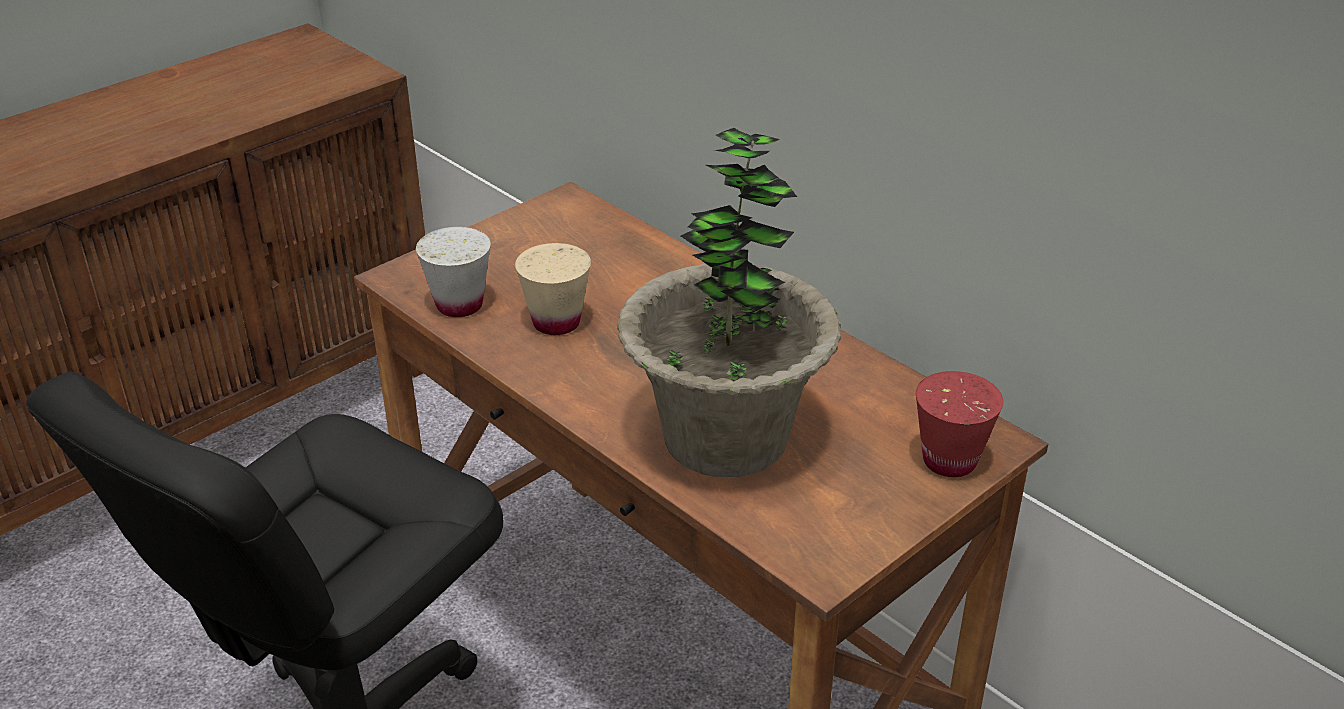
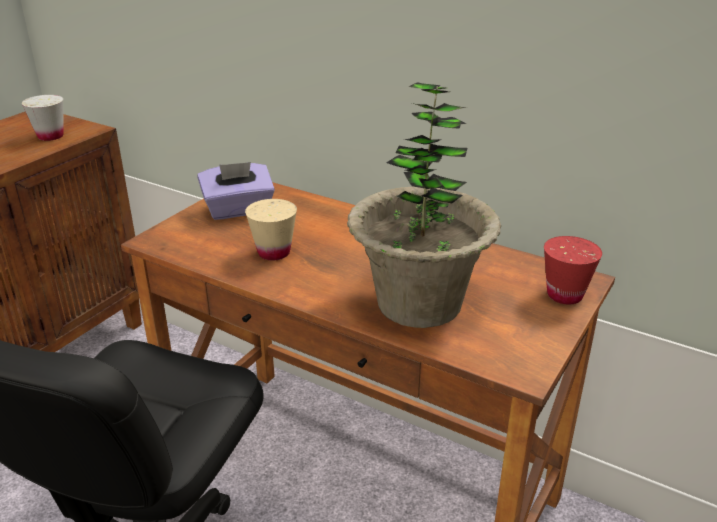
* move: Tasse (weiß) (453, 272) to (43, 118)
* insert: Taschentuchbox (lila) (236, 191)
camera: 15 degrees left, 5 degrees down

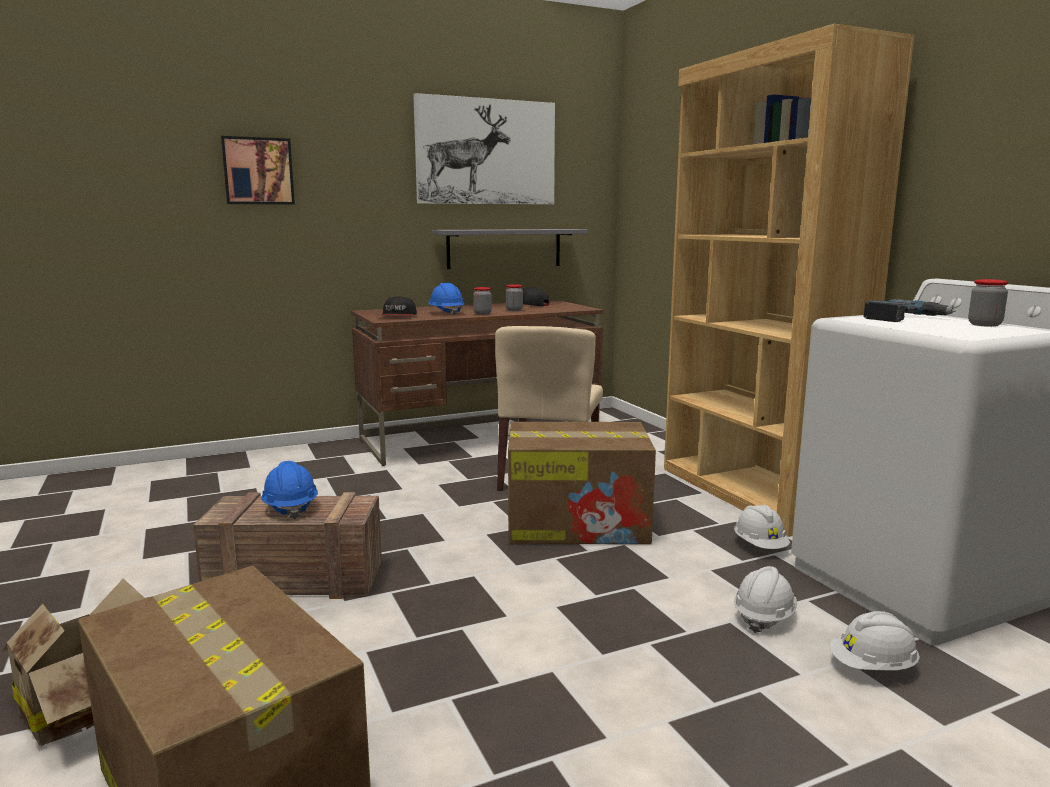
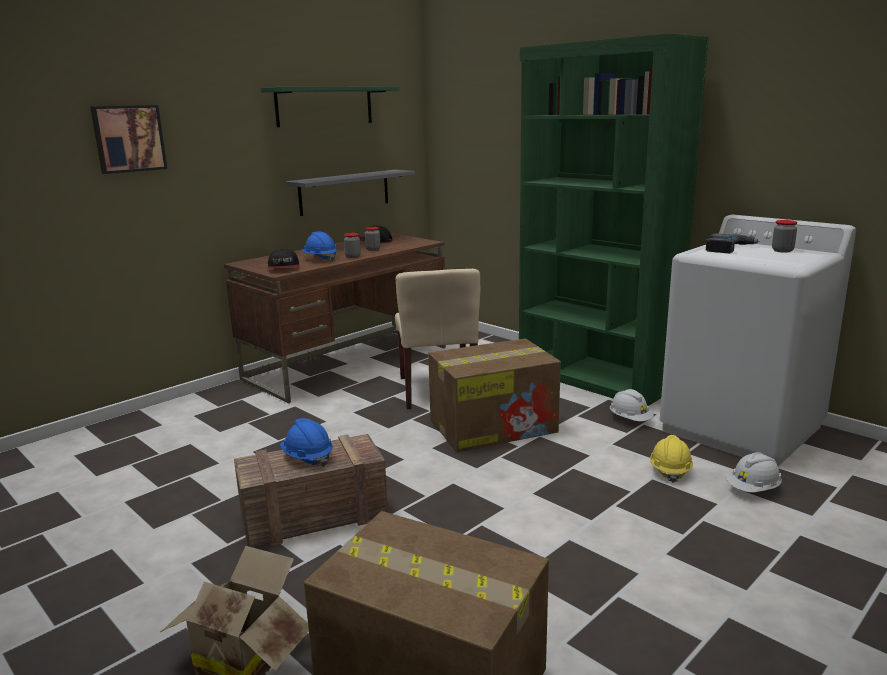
* replace: Bild (484, 149) to Wandregal (grün) (330, 106)
* recolor: Bücherregal (braun) (789, 280) to Bücherregal (grün) (614, 219)
* recolor: Schutzhelm (weiß) (765, 599) to Schutzhelm (gelb) (671, 459)
camera: 20 degrees left, 5 degrees up

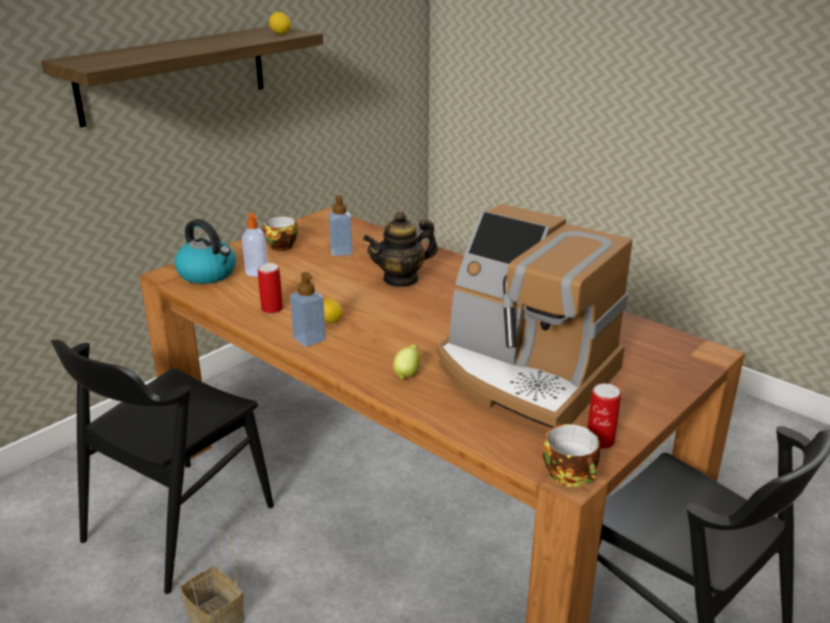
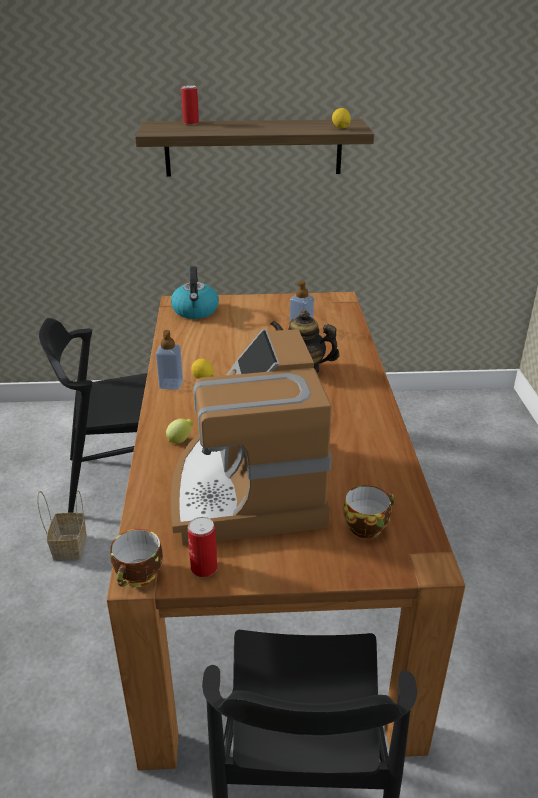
* move: Dose (270, 288) to (190, 105)
* move: Tasse (280, 233) to (369, 511)
* delete: Seifenspender (255, 245)
camera: 45 degrees right, 5 degrees up

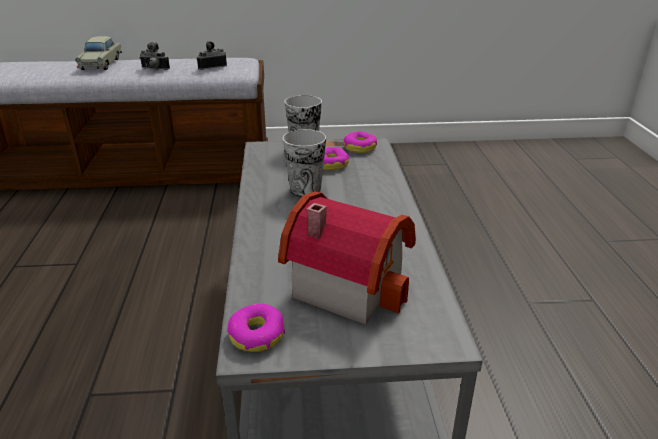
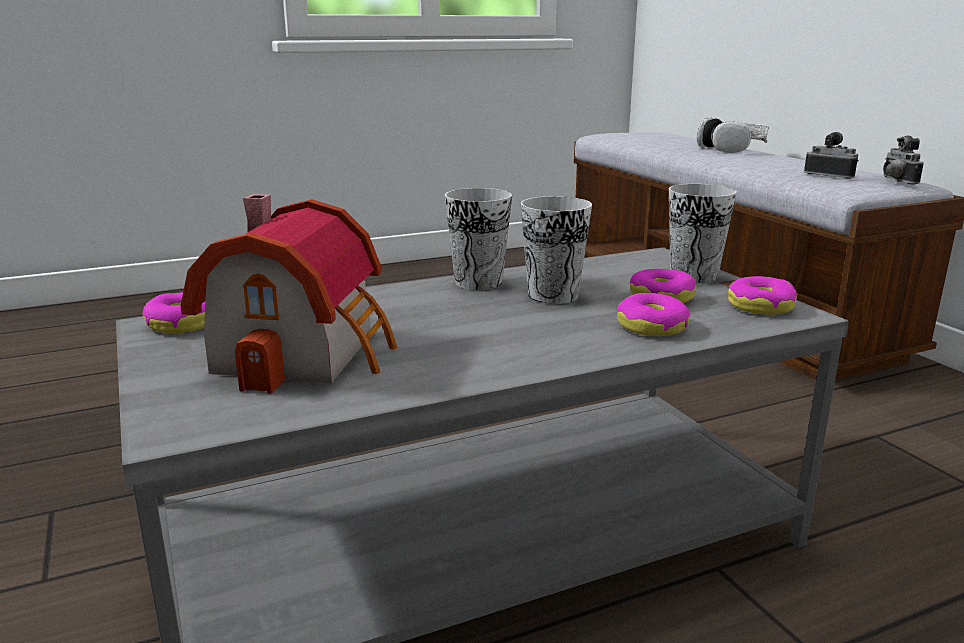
* insert: Tasse (478, 239)
* insert: Donut (653, 314)
* replace: Spielzeugauto (beige) (98, 53) to Kopfhörer (733, 135)
* move: Kamera (154, 56) to (903, 160)
camera: 70 degrees right, 10 degrees down

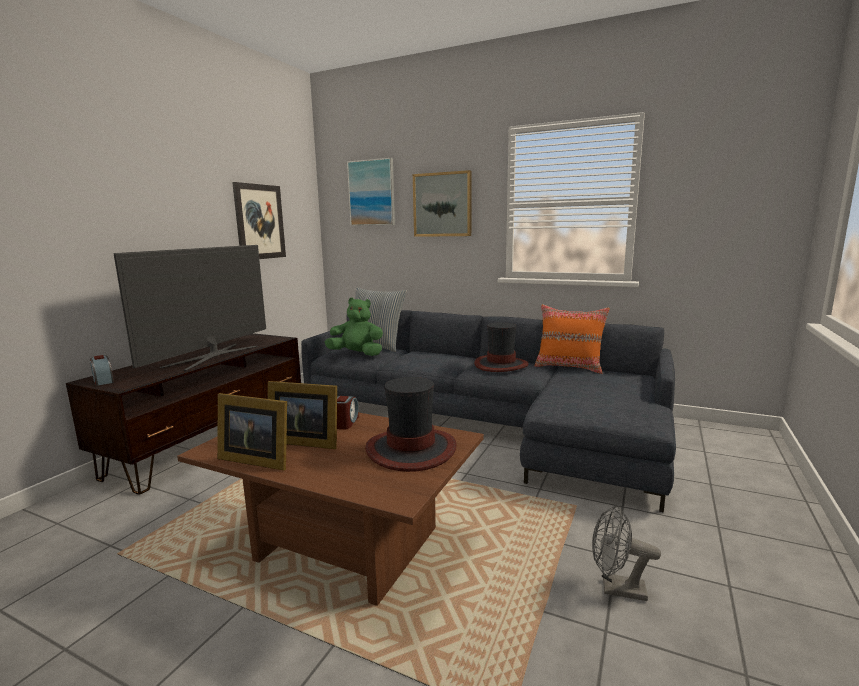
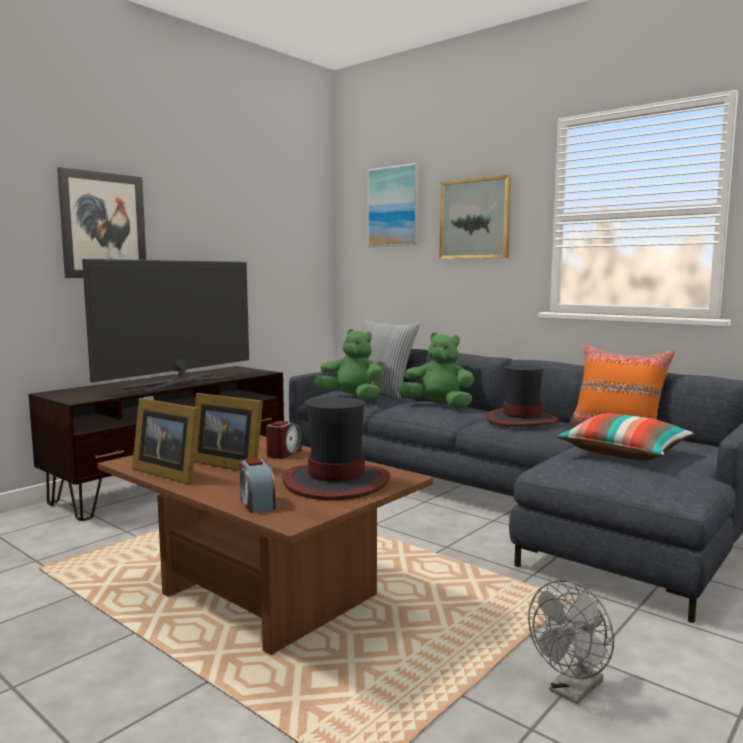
* move: Bild (259, 220) to (101, 222)
* move: Wecker (102, 370) to (257, 485)
* insert: Plüschtier (grün) (436, 370)
* rotate: Ventilator (grau) (626, 553) = (571, 642) 75 degrees counterclockwise
* insert: Kissen (625, 437)
camera: 15 degrees right, 5 degrees down

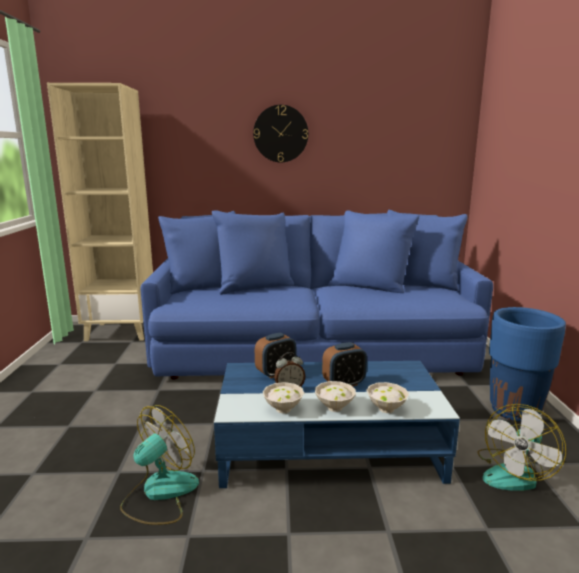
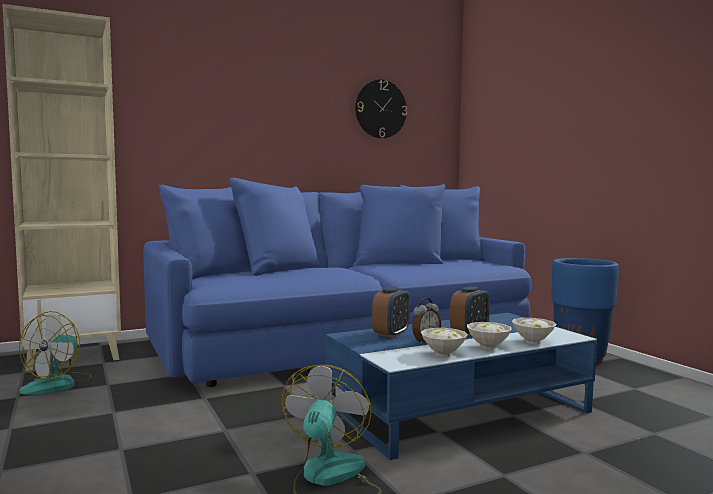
* move: Ventilator (521, 447) to (55, 353)
* move: Wanduhr (280, 133) to (381, 109)
camera: 25 degrees left, 10 degrees down

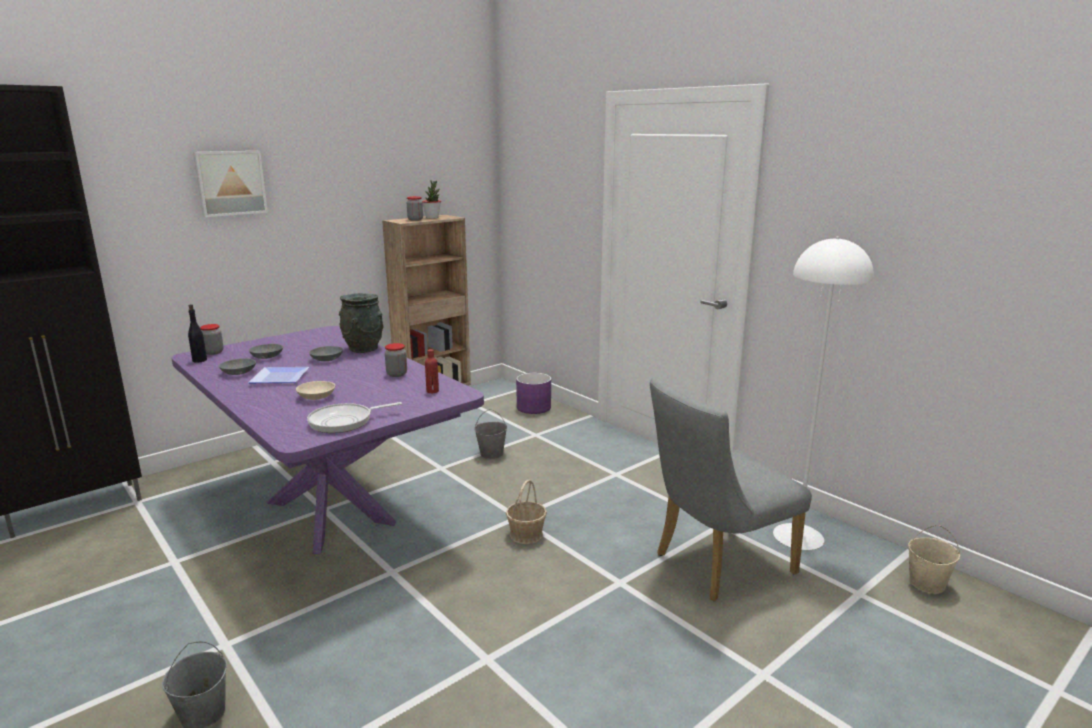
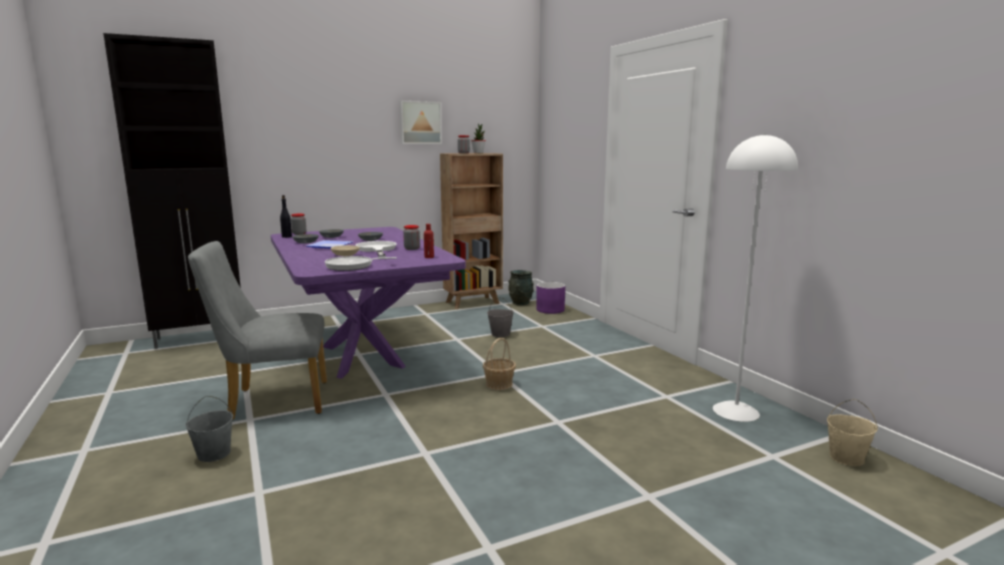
* move: Stuhl (grau) (731, 489) to (257, 330)
* insert: Pfanne (weiß) (376, 249)
* move: Bild (230, 184) to (420, 122)
* move: Vase (grau) (361, 323) to (521, 287)
camera: 15 degrees right, 5 degrees down

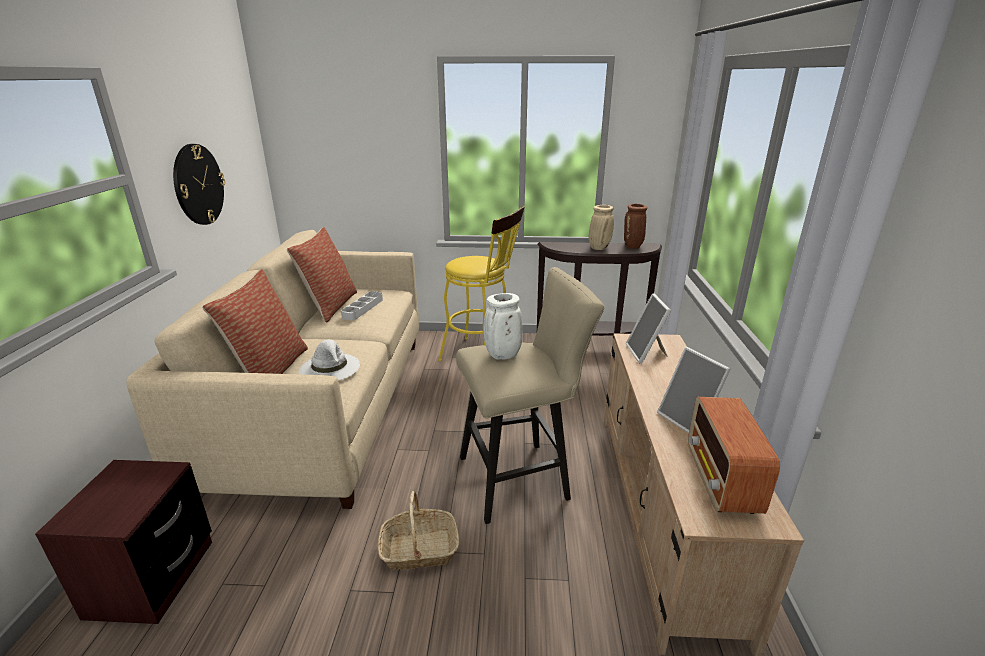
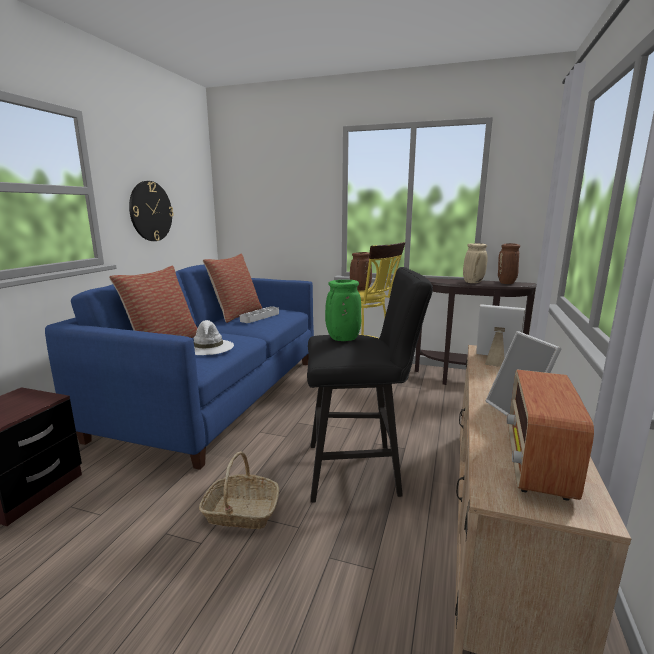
* recolor: Sofa (beige) (272, 369) to Sofa (blau) (179, 367)
* recolor: Hocker (beige) (530, 395) to Hocker (schwarz) (370, 385)
* recolor: Vase (weiß) (502, 326) to Vase (grün) (343, 310)
* insert: Vase (braun) (361, 271)
* rotate: Bilderrahmen (648, 328) = (501, 335) 105 degrees clockwise
camera: 15 degrees right, 10 degrees down

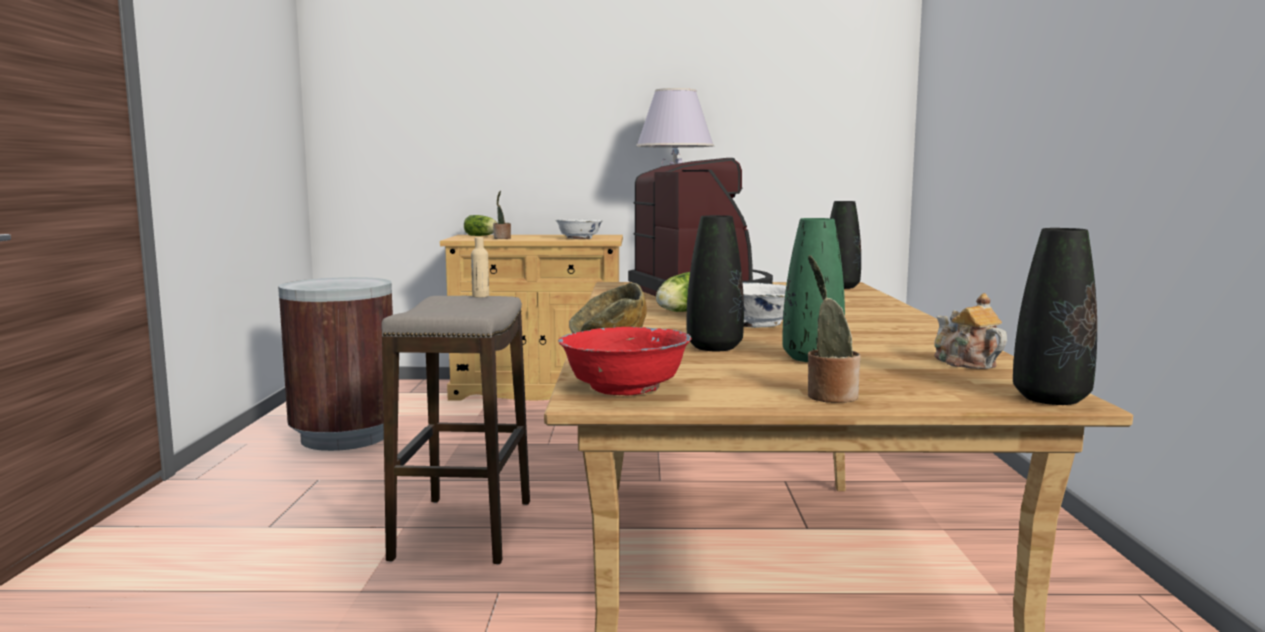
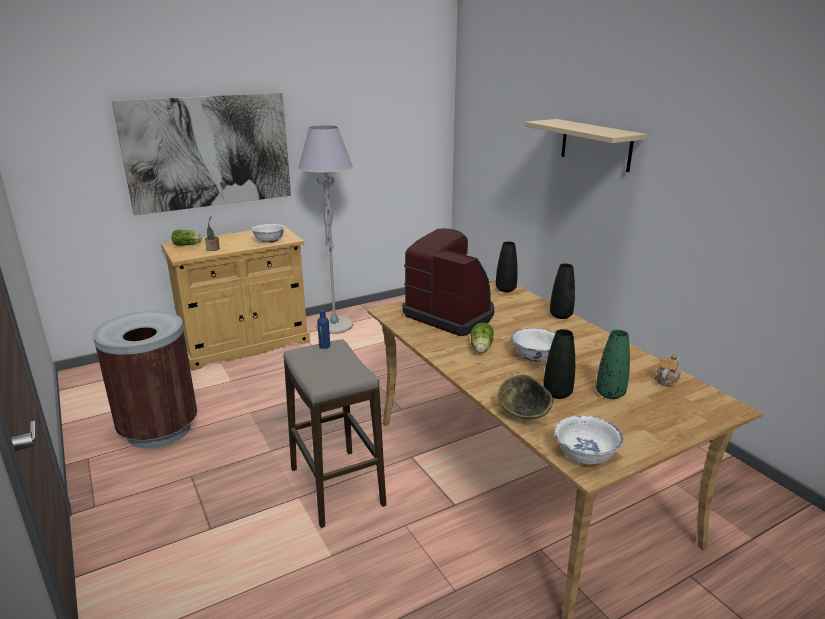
* insert: Bild (201, 154)
* recolor: Flasche (beige) (480, 267) to Flasche (blau) (323, 329)
* insert: Wandregal (beige) (586, 145)
* move: Vase (schwarz) (1055, 316) to (562, 291)
* recolor: Schüssel (rot) (625, 361) to Schüssel (weiß) (588, 440)
* rotate: Teekanne (970, 331) = (668, 370) 90 degrees clockwise
* delete: Topfpflanze (834, 329)
camera: 30 degrees left, 15 degrees up

